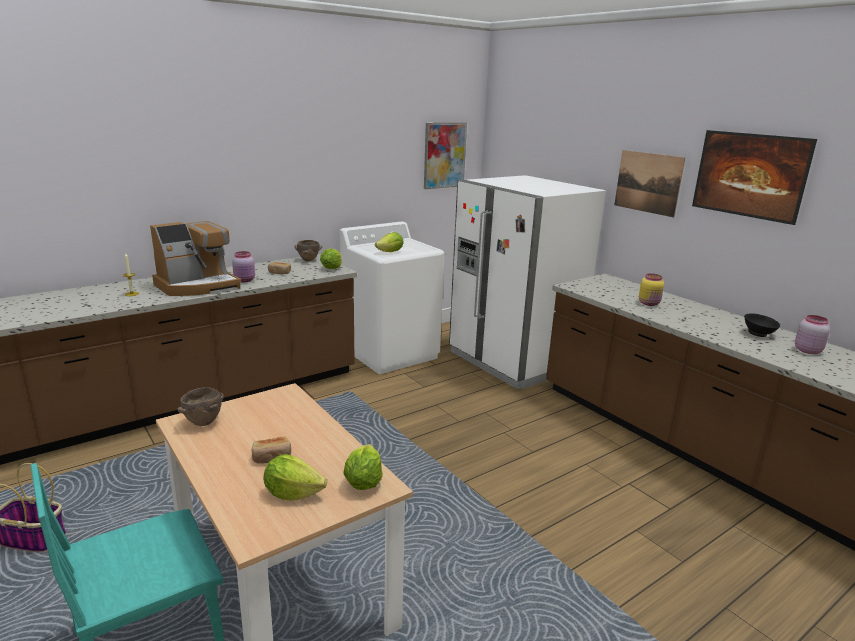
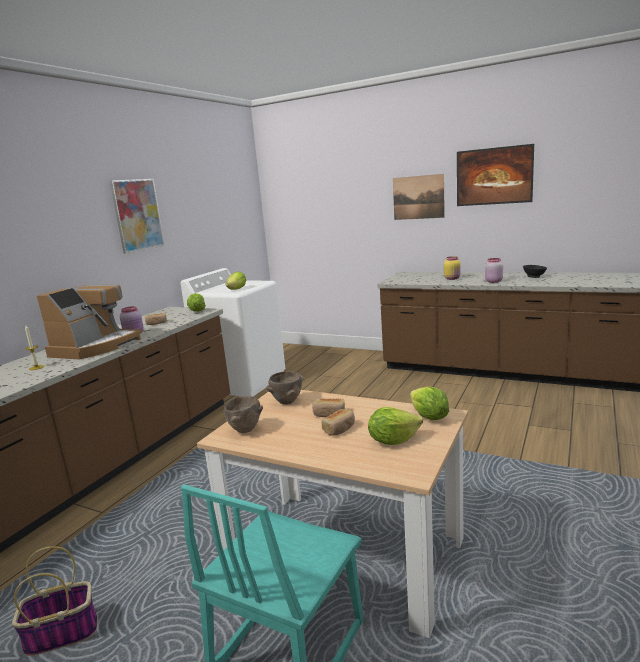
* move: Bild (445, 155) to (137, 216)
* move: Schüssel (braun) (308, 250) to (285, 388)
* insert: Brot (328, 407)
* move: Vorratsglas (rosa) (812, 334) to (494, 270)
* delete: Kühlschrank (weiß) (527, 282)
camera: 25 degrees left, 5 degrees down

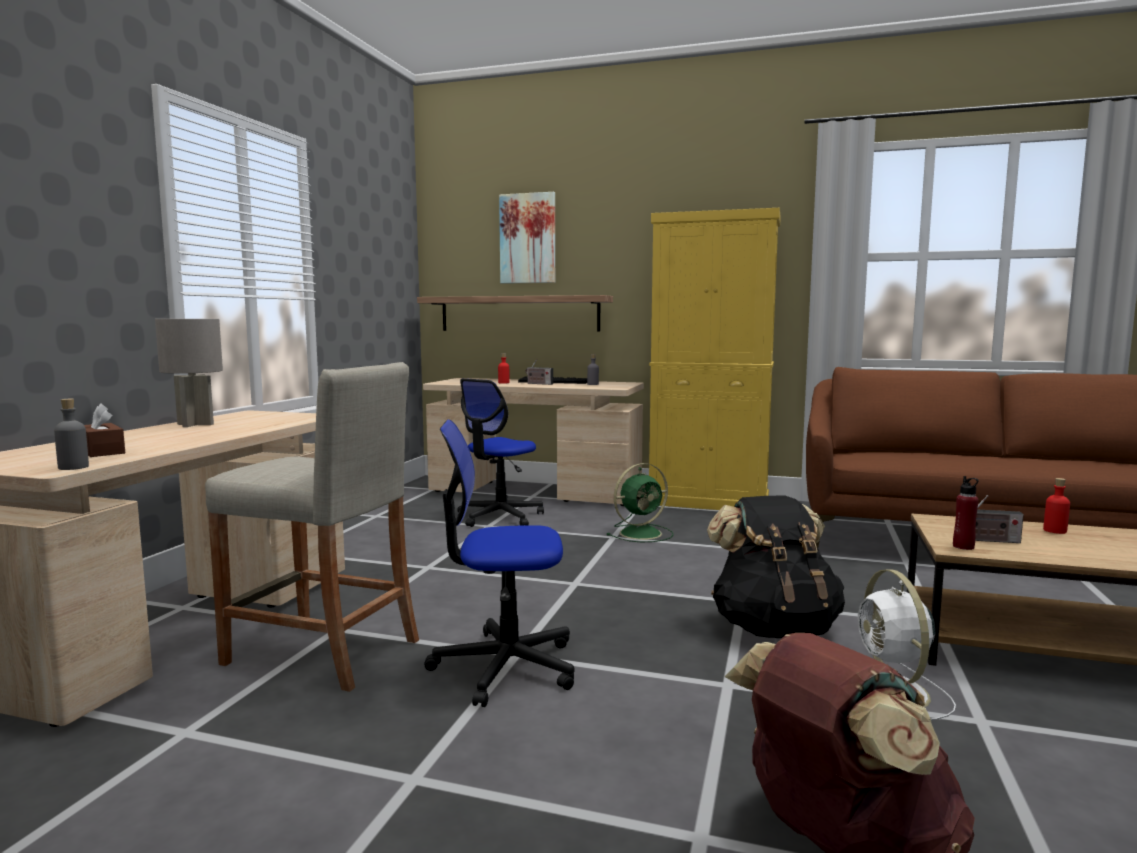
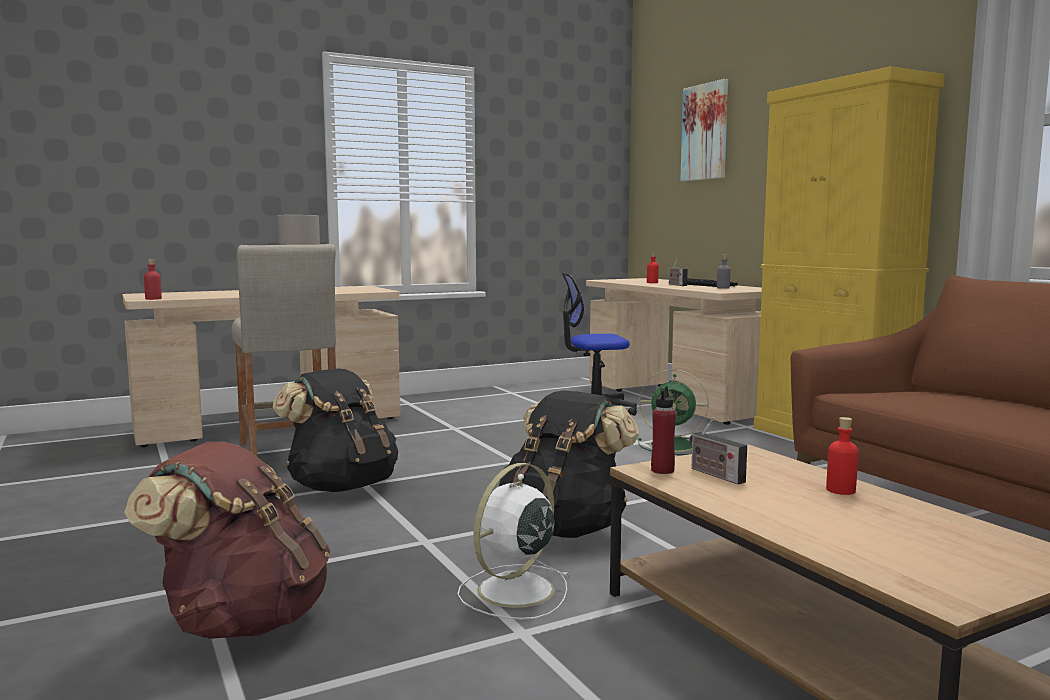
* recolor: Flasche (grau) (71, 434) to Flasche (rot) (153, 279)
* replace: Bürostuhl (499, 563) to Rucksack (schwarz) (335, 430)
* delete: Taschentuchbox (braun) (104, 430)
* delete: Wandregal (515, 313)
camera: 45 degrees right, 0 degrees up

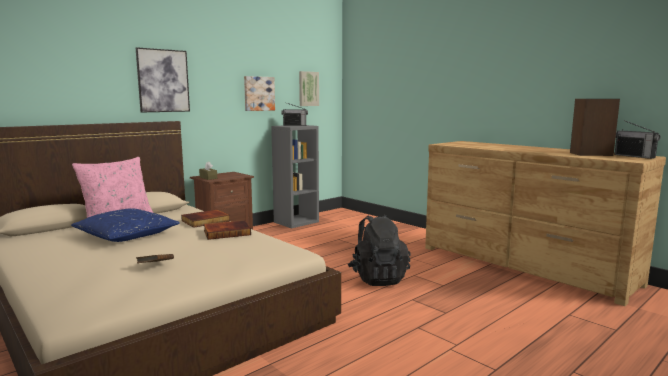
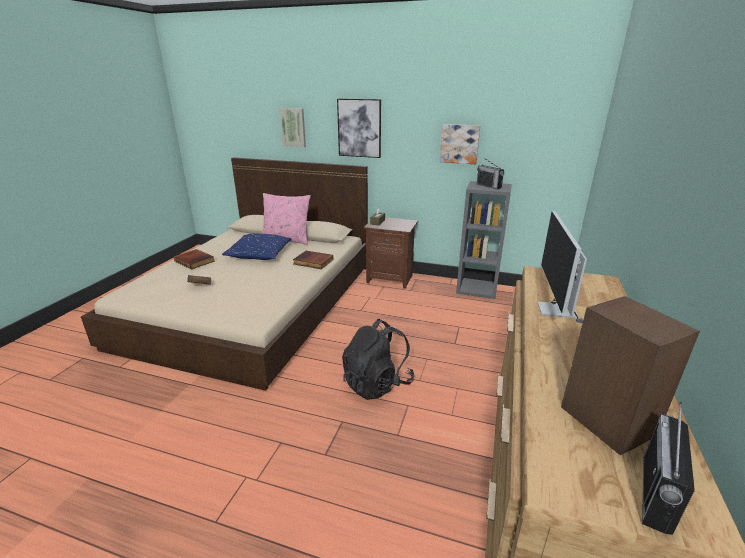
* move: Buch (227, 230) to (194, 259)
* move: Bild (309, 88) to (292, 127)
* insert: Monitor (562, 267)
camera: 60 degrees right, 15 degrees up

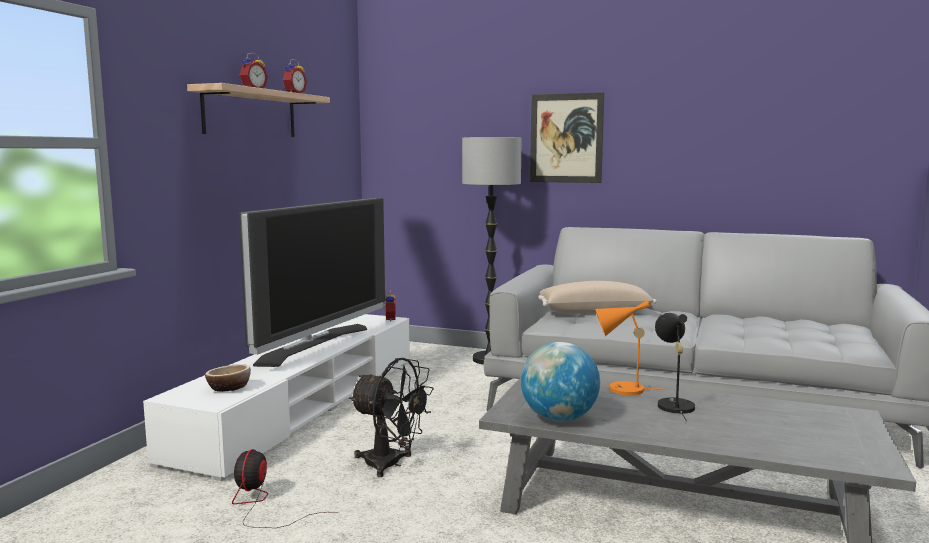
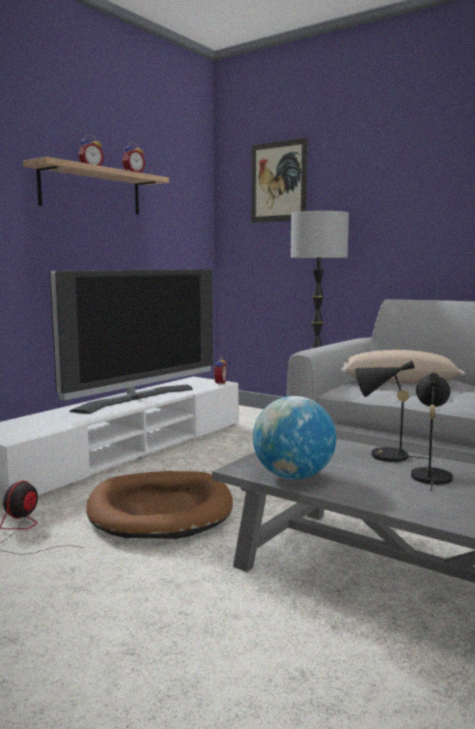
* replace: Ventilator (schwarz) (391, 417) to Hundebett (braun) (159, 505)
* move: Bild (567, 137) to (279, 180)
* recolor: Tischlampe (orange) (630, 347) to Tischlampe (schwarz) (393, 411)
* delete: Schüssel (228, 378)
camera: 15 degrees right, 0 degrees up

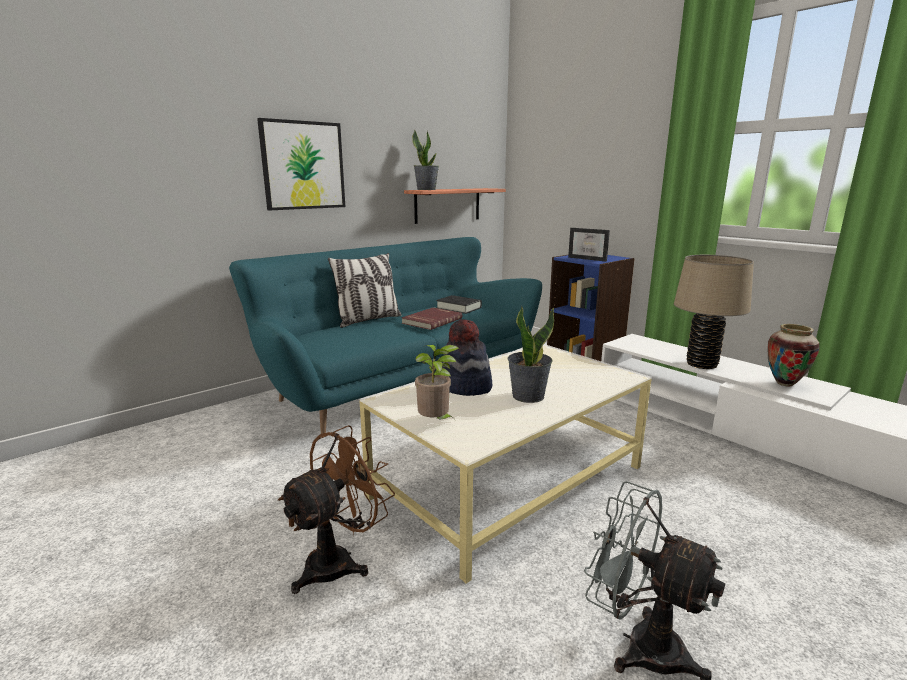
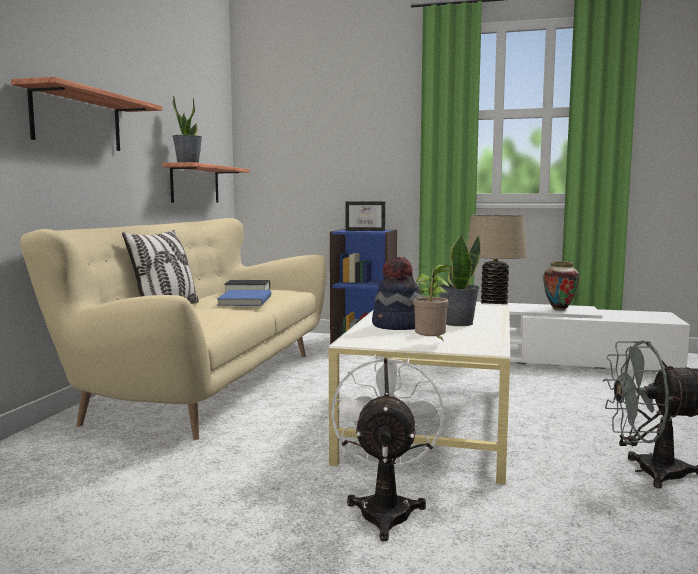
* replace: Bild (301, 164) to Wandregal (86, 114)
* recolor: Sofa (türkis) (385, 335) to Sofa (beige) (173, 329)
* recolor: Buch (rot) (431, 318) to Buch (blau) (244, 298)
* recolor: Ventilator (braun) (336, 509) to Ventilator (weiß) (387, 448)
camera: 35 degrees left, 10 degrees down

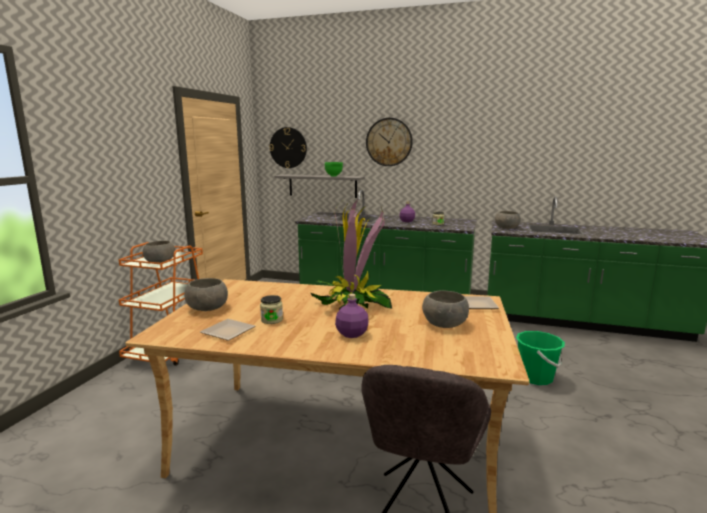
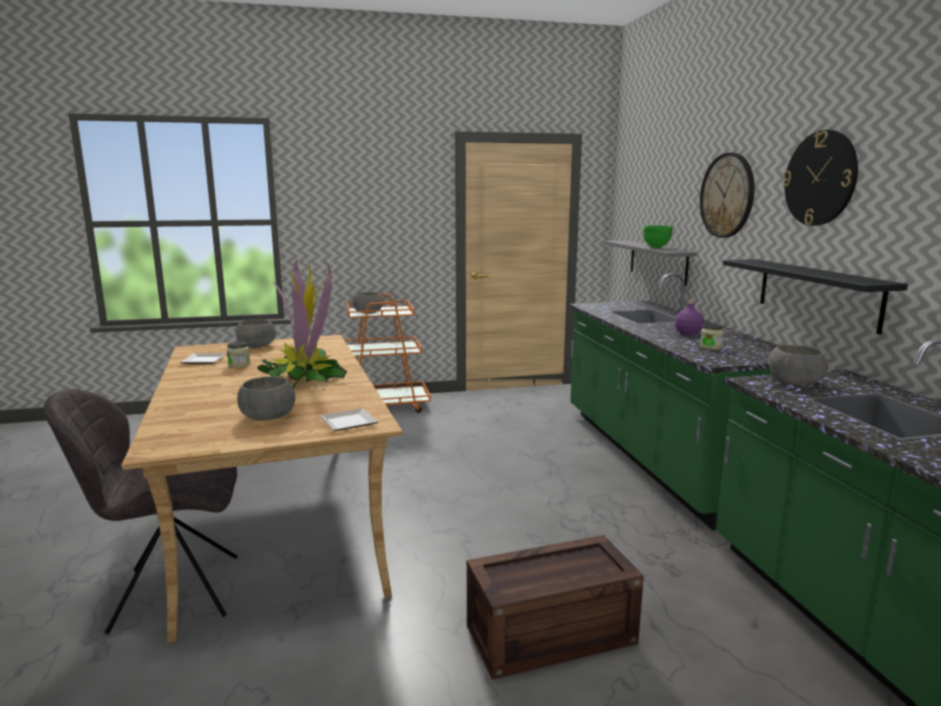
* replace: Eimer (grün) (540, 358) to Kiste (555, 607)
* insert: Wandregal (schwarz) (815, 297)
* move: Wanduhr (288, 147) to (820, 178)
* delete: Flasche (lila) (352, 316)
camera: 60 degrees right, 0 degrees up

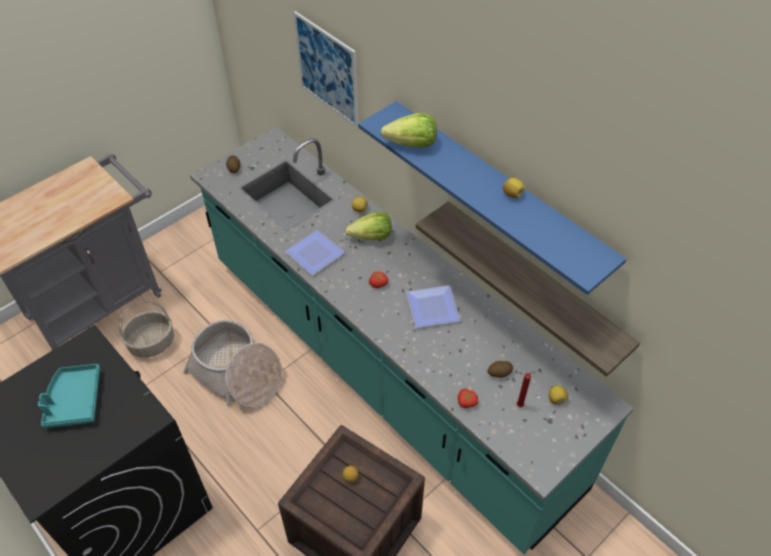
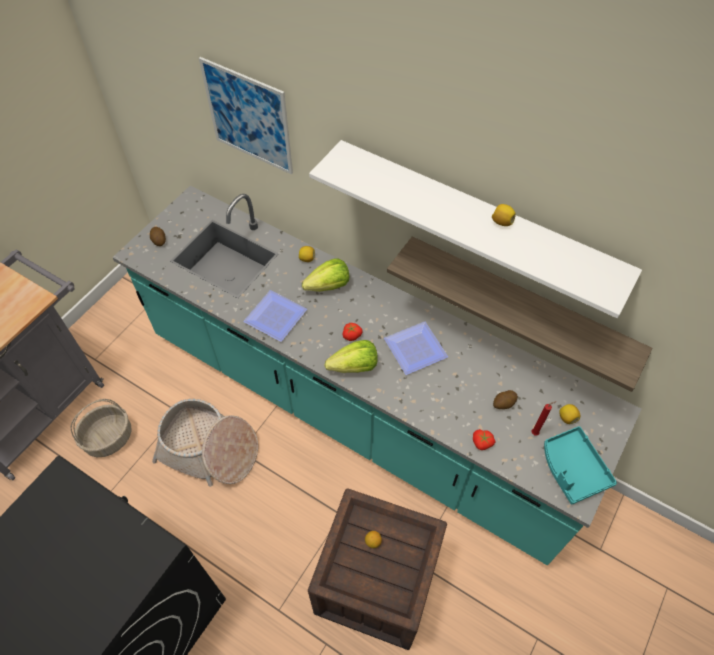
* recolor: Wandregal (blau) (492, 198) to Wandregal (weiß) (475, 229)
* move: Salatkopf (409, 130) to (351, 356)
* move: Tablett (türkis) (69, 396) to (580, 465)
camera: 15 degrees left, 5 degrees up

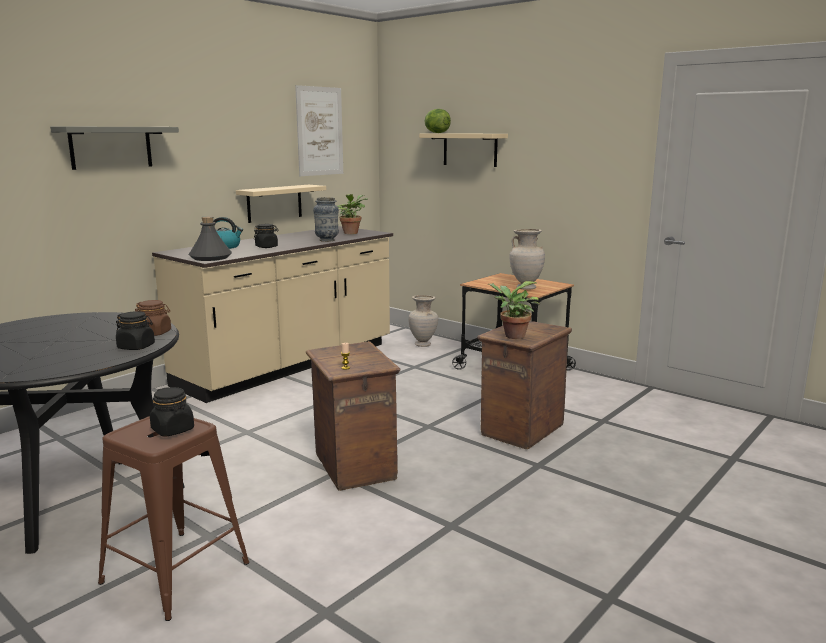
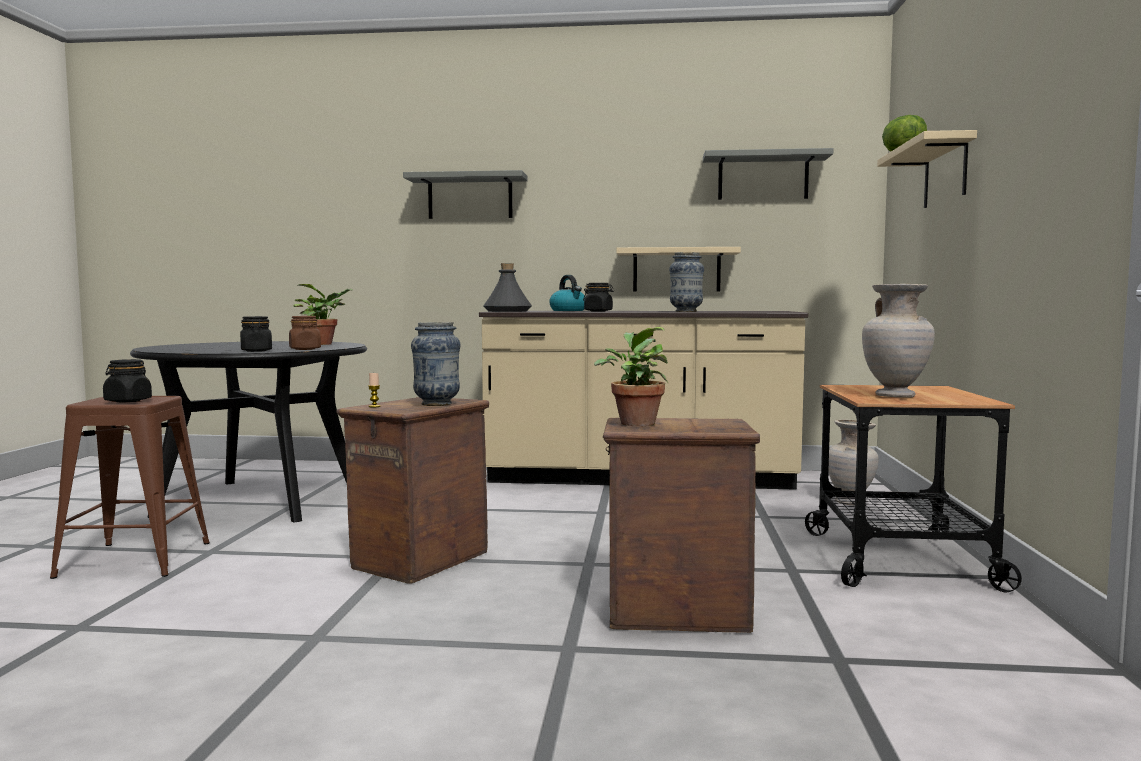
* move: Topfpflanze (352, 214) to (323, 314)
* insert: Vase (435, 364)
* replace: Bild (319, 130) to Wandregal (grau) (768, 174)
camera: 55 degrees right, 10 degrees down

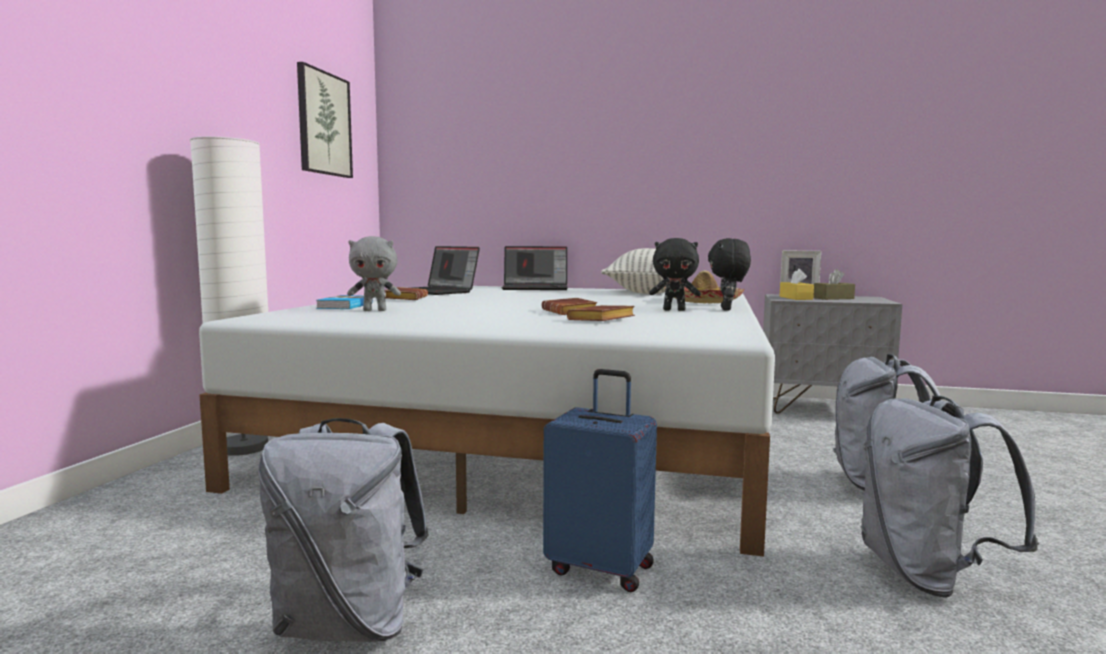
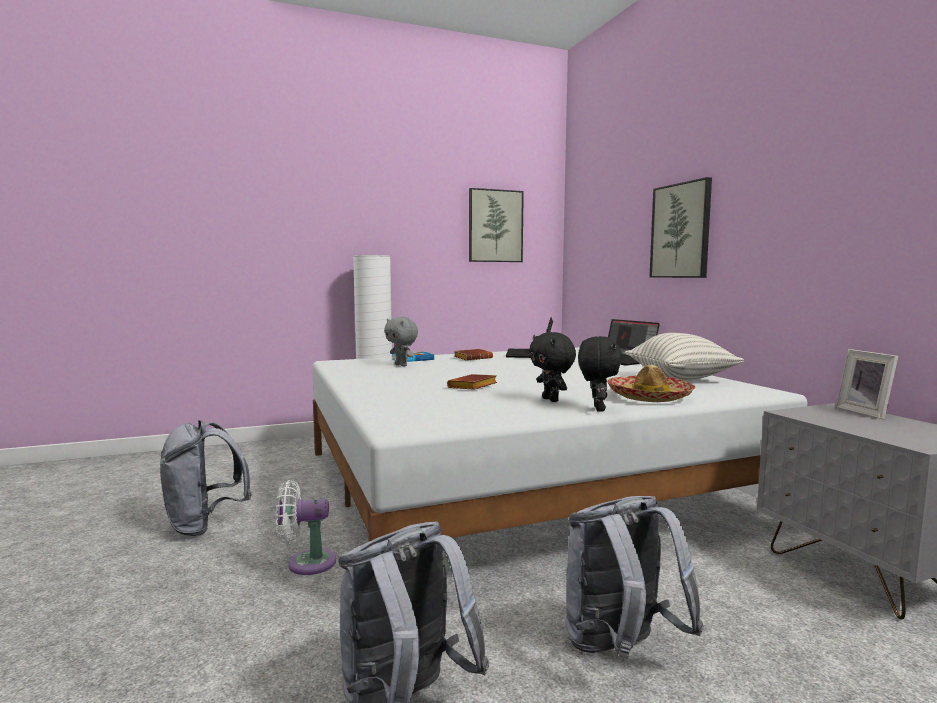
* replace: Koffer (blau) (600, 480) to Ventilator (weiß) (306, 527)
* rotate: Plüschtier (schwarz) (729, 274) = (600, 374) 120 degrees clockwise
* insert: Bild (681, 227)
* delete: Buch (braun) (601, 313)
* delete: Taschentuchbox (gelb) (796, 284)
* delete: Taschentuchbox (braun) (834, 284)
camera: 55 degrees right, 0 degrees up

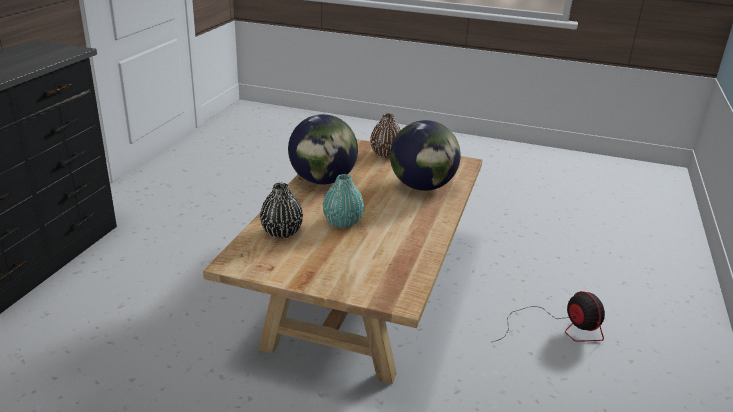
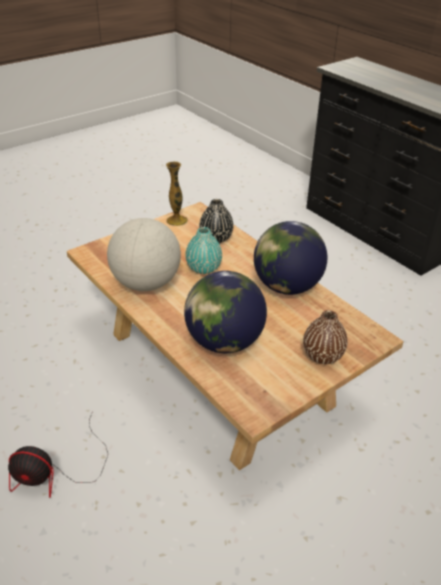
* insert: Globus (144, 254)
* insert: Vase (177, 193)
camera: 125 degrees right, 10 degrees up

